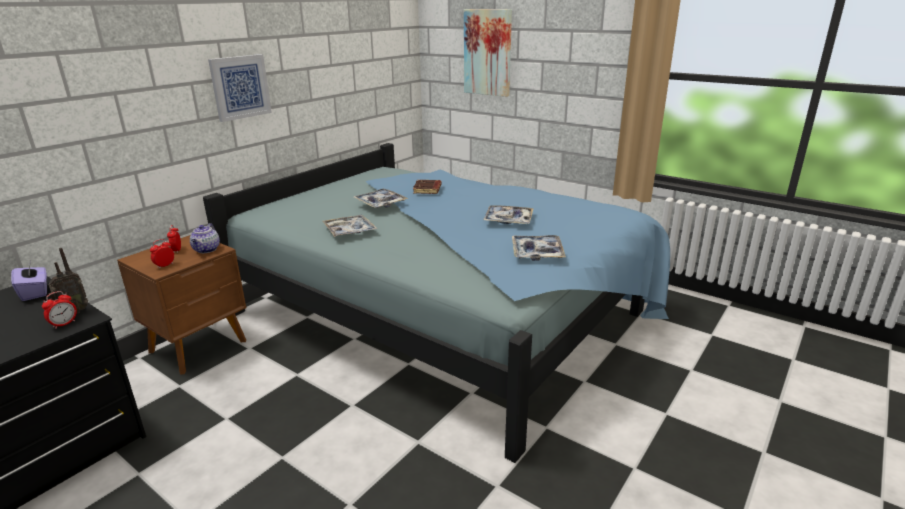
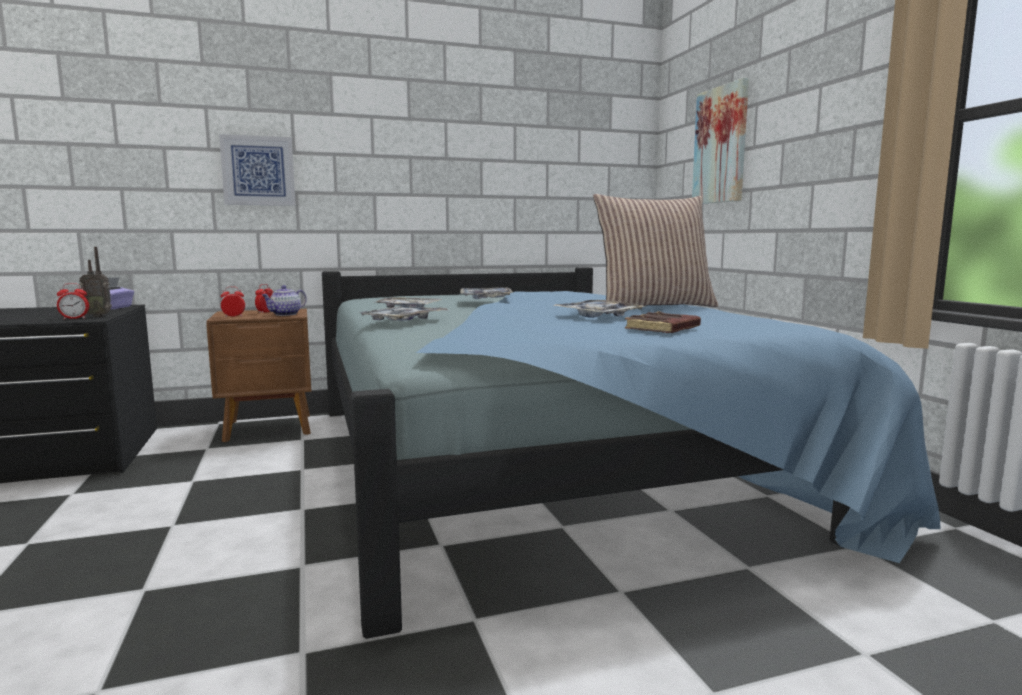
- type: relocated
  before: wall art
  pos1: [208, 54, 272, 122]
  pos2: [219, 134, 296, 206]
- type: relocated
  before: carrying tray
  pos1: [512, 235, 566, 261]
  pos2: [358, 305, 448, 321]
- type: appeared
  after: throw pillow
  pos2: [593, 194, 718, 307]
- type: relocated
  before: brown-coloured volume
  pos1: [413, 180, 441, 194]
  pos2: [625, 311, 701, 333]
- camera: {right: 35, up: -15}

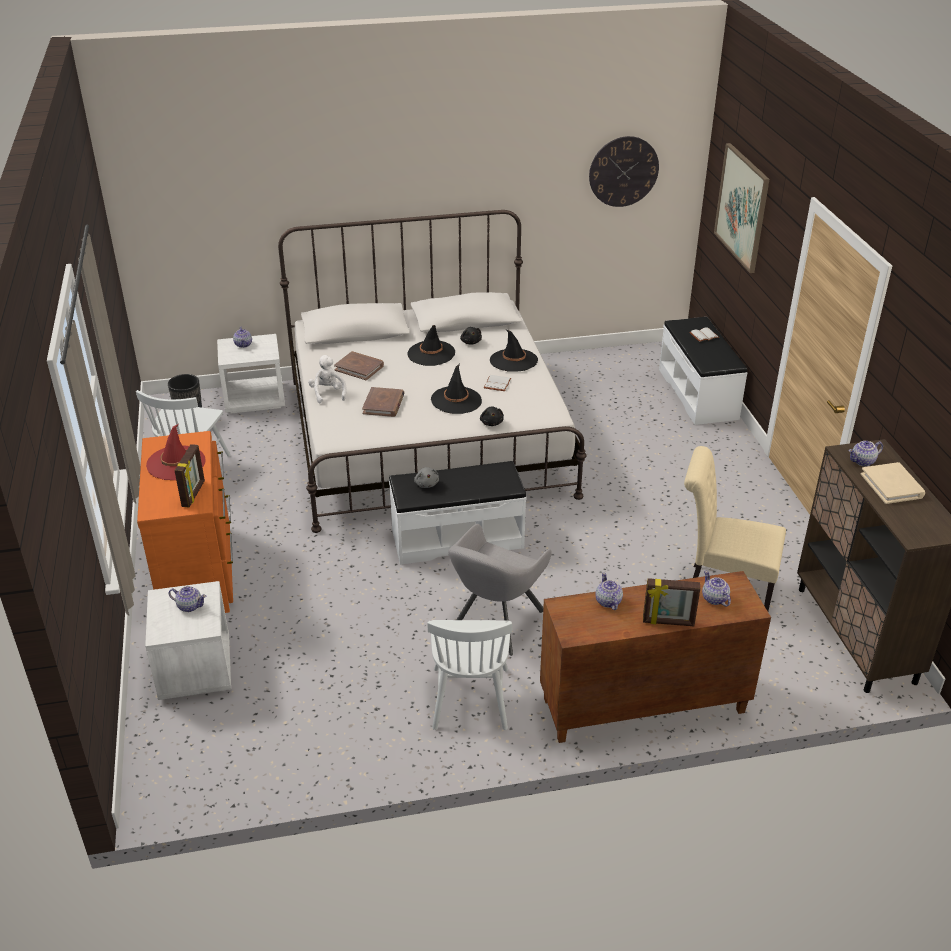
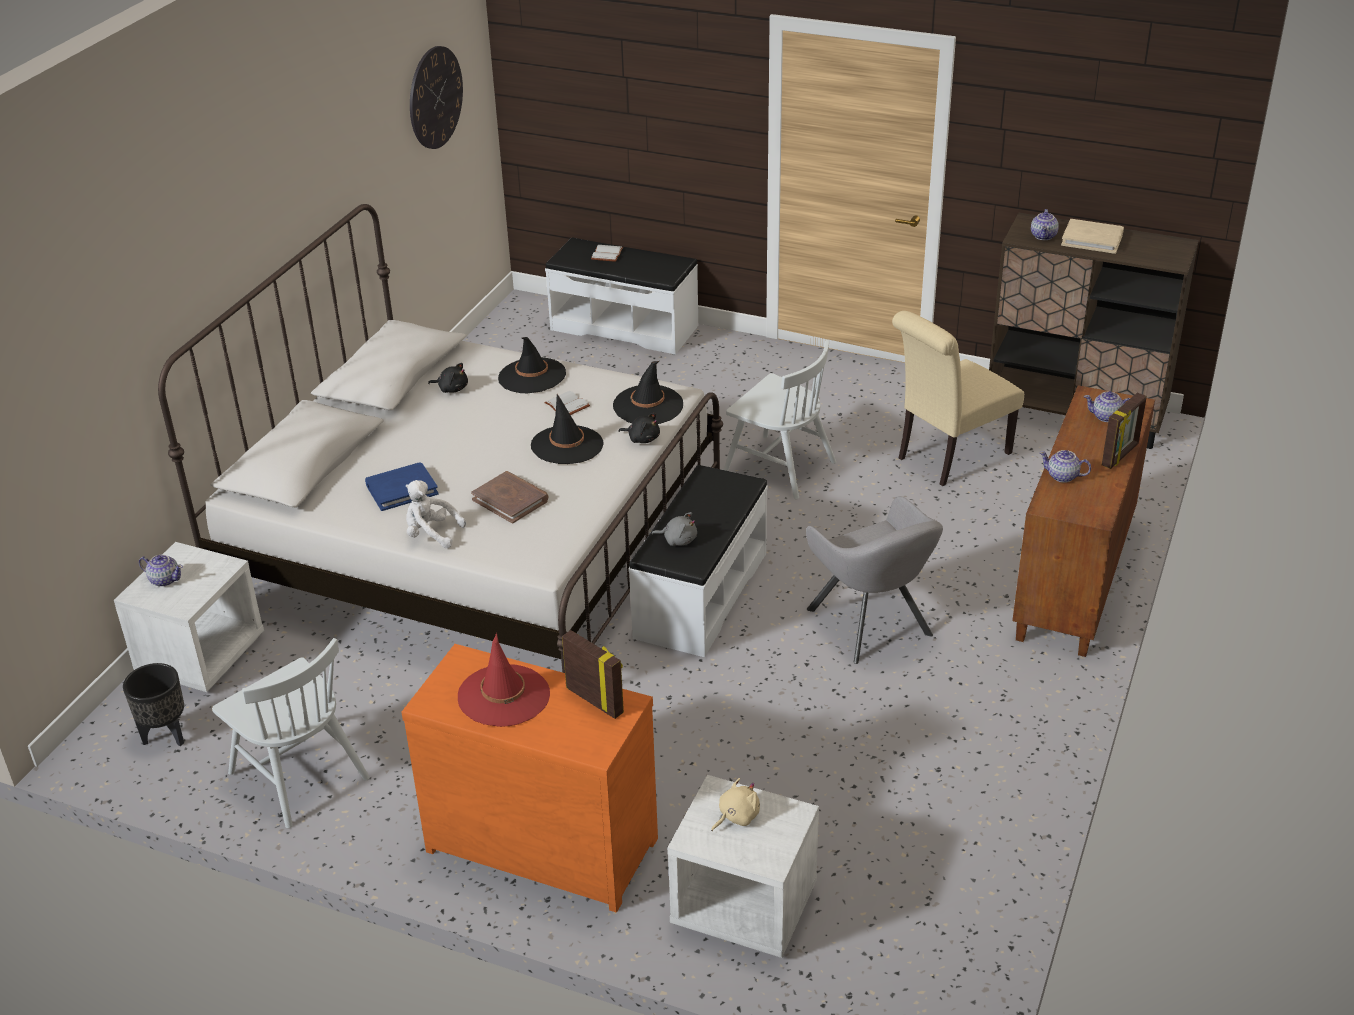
- type: colour
  before: brown-coloured volume
  after: blue volume
  pos1: [334, 351, 384, 380]
  pos2: [365, 462, 438, 511]
- type: relocated
  before: blackish wearable hat
  pos1: [407, 325, 455, 366]
  pos2: [613, 361, 683, 424]
- type: exchanged
  before: teapot
  after: beige soft toy
  pos1: [169, 586, 206, 612]
  pos2: [711, 778, 760, 831]
- type: relocated
  before: white plain chair
  pos1: [427, 620, 512, 730]
  pos2: [724, 339, 836, 499]
- type: missing
  before: wall art
  pos1: [714, 143, 769, 273]
- camera: {right: -55, up: 0}

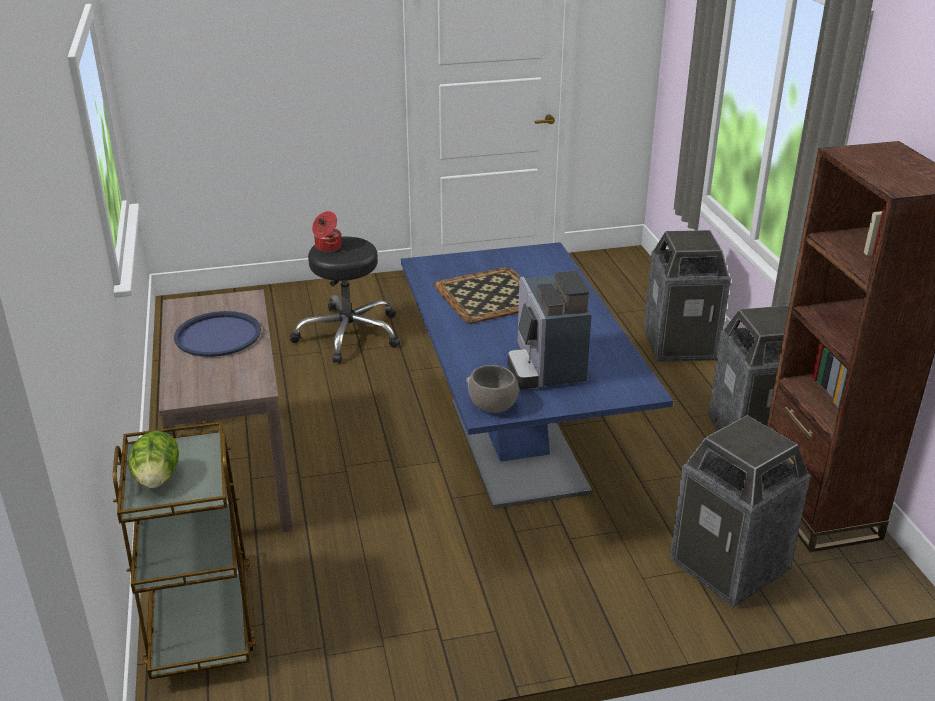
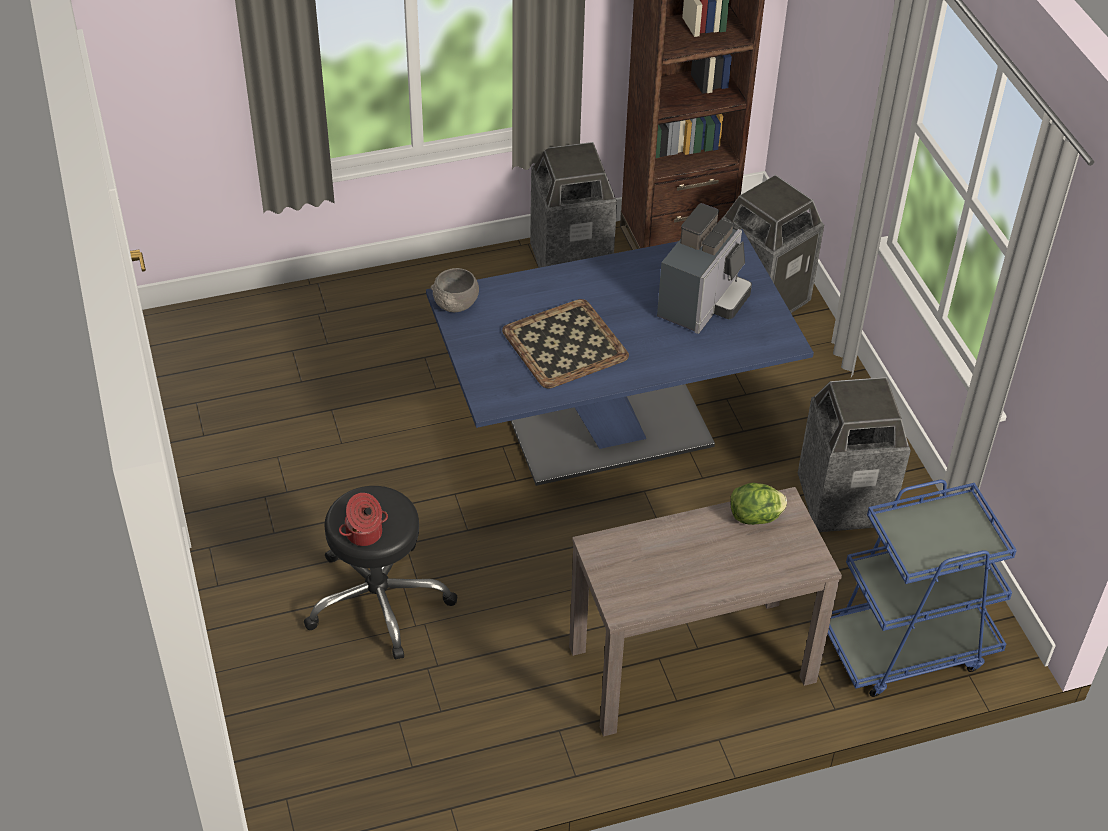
- type: relocated
  before: gray bowl
  pos1: [466, 365, 519, 413]
  pos2: [431, 268, 479, 313]
- type: spun
  before: coffee brewer
  pos1: [508, 271, 592, 389]
  pos2: [657, 203, 752, 334]
  turn: -45
- type: relocated
  before: head of lettuce
  pos1: [129, 431, 179, 489]
  pos2: [731, 483, 787, 525]
- type: relocated
  before: waste bin
  pos1: [644, 230, 731, 362]
  pos2: [798, 377, 911, 532]
- type: colour
  before: brown-coloured cart
  after: blue cart
  pos1: [113, 421, 256, 680]
  pos2: [828, 480, 1017, 697]
- type: missing
  before: blue carrying tray
  pos1: [174, 311, 261, 357]
- camera: {right: -95, up: 15}

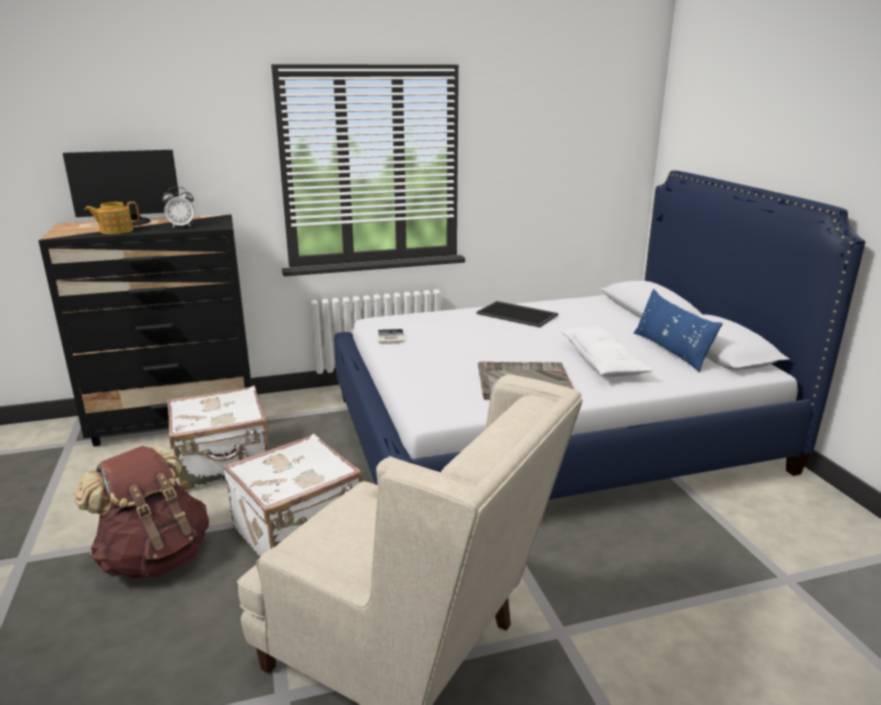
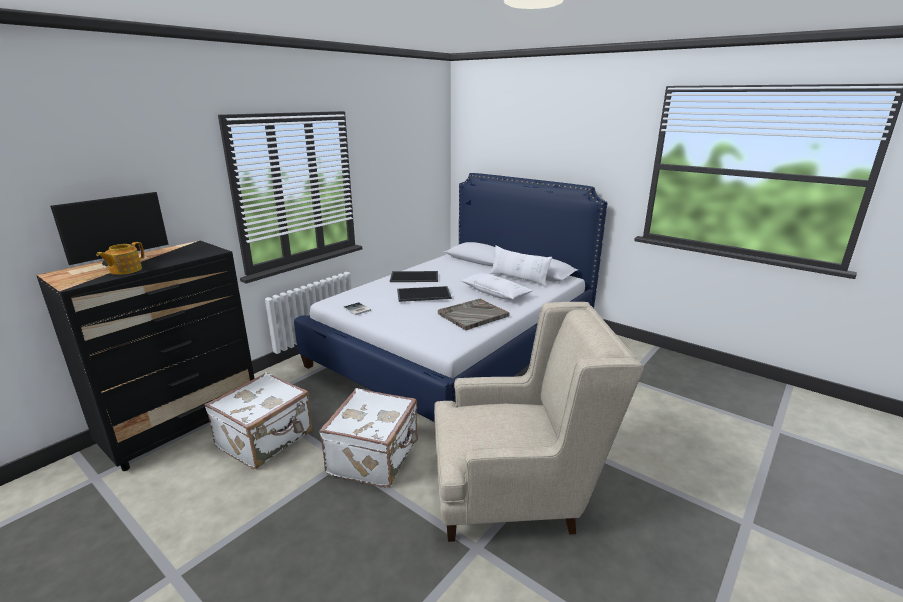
- type: appeared
  after: carrying tray
  pos2: [397, 286, 452, 302]
- type: colour
  before: blue throw pillow
  after: white throw pillow
  pos1: [634, 289, 723, 372]
  pos2: [489, 245, 552, 287]
- type: missing
  before: brown-coloured rucksack
  pos1: [74, 445, 209, 579]
- type: missing
  before: alarm clock
  pos1: [162, 187, 195, 228]
- camera: {right: -35, up: 0}

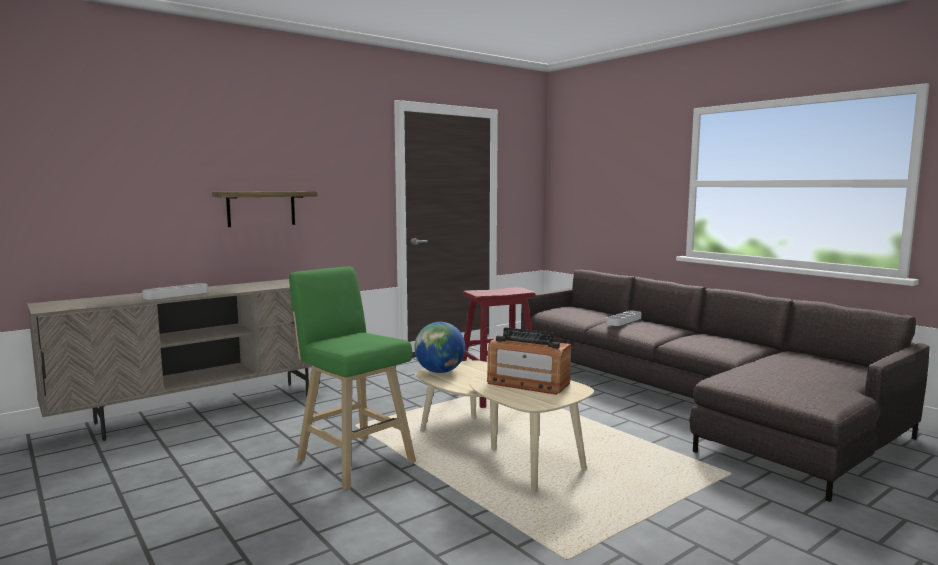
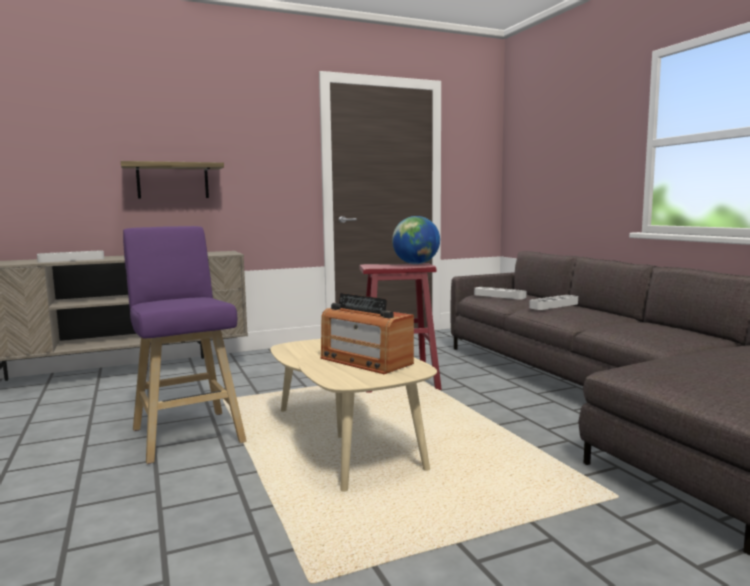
- type: colour
  before: green-coloured sitting stool
  after: purple sitting stool
  pos1: [289, 267, 416, 490]
  pos2: [123, 226, 247, 464]
- type: relocated
  before: world globe
  pos1: [414, 322, 465, 373]
  pos2: [392, 216, 440, 264]
- type: appeared
  after: gray carrying tray
  pos2: [474, 287, 526, 299]
- camera: {right: 15, up: 0}

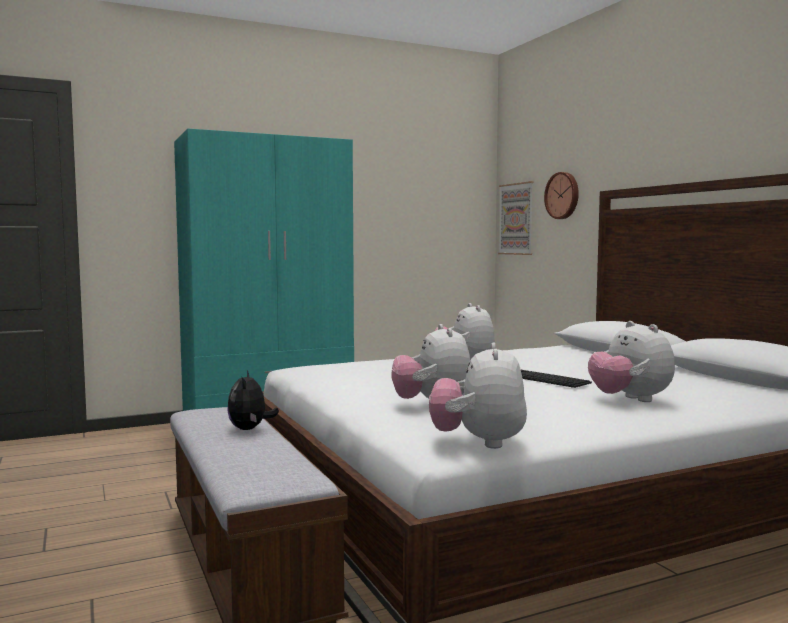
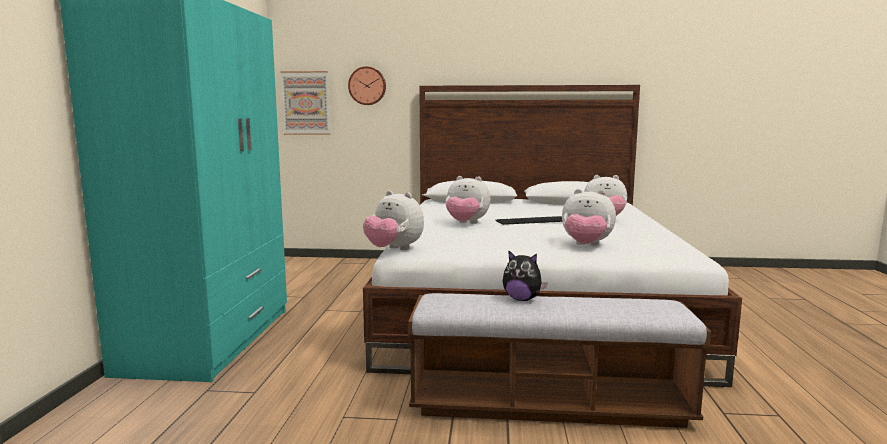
- type: relocated
  before: soft toy
  pos1: [429, 343, 527, 449]
  pos2: [363, 191, 424, 250]
- camera: {right: -60, up: 5}

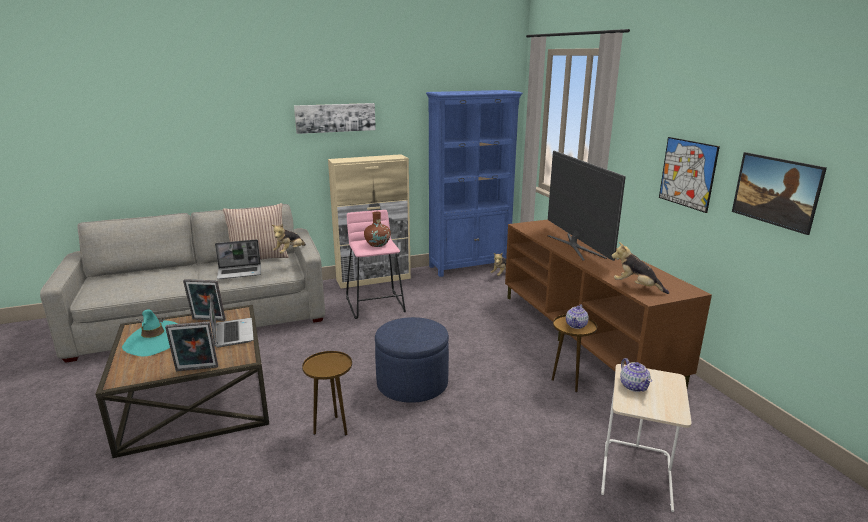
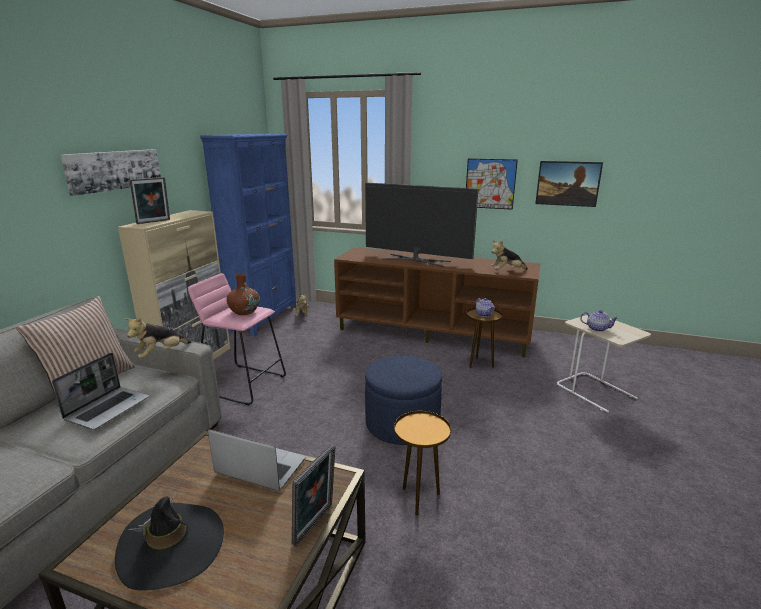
- type: colour
  before: blue-green wearable hat
  after: blackish wearable hat
  pos1: [122, 309, 178, 356]
  pos2: [115, 492, 224, 591]
- type: spun
  before: soft toy
  pos1: [272, 223, 306, 254]
  pos2: [125, 317, 192, 358]
  turn: 60
- type: relocated
  before: standing frame
  pos1: [183, 279, 226, 321]
  pos2: [129, 177, 170, 224]
- camera: {right: -50, up: 0}

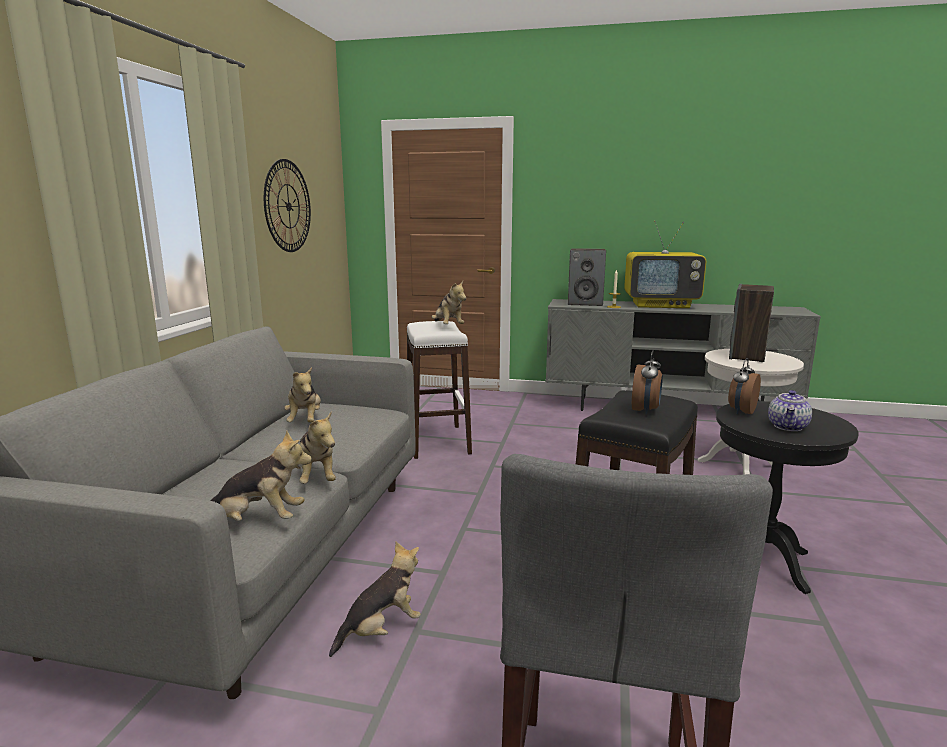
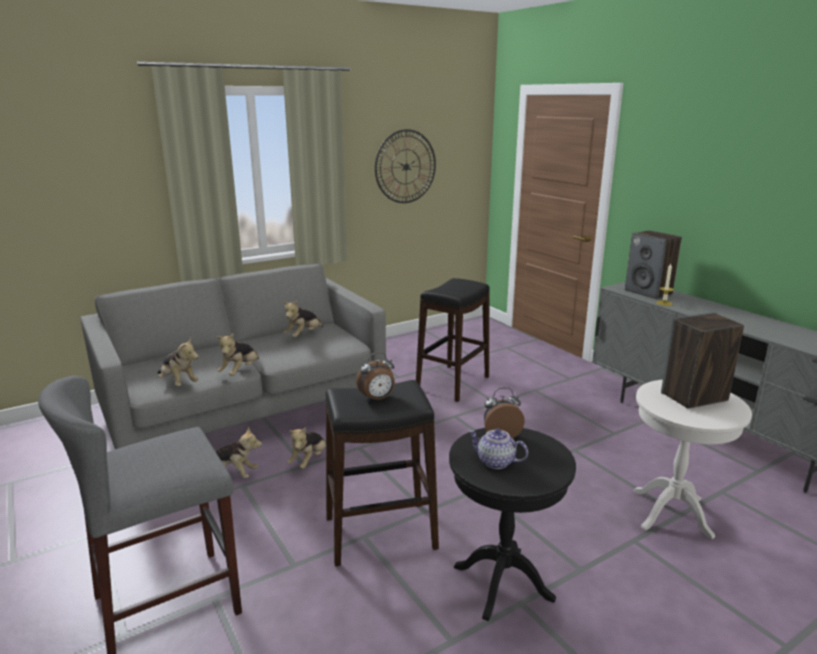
- type: relocated
  before: soft toy
  pos1: [432, 281, 466, 324]
  pos2: [287, 427, 326, 469]
- type: colour
  before: white sitting stool
  after: blackish sitting stool
  pos1: [407, 321, 472, 459]
  pos2: [416, 278, 490, 402]
- type: spun
  before: teapot
  pos1: [768, 390, 812, 431]
  pos2: [468, 429, 528, 469]
  turn: 45
- type: missing
  before: television
  pos1: [624, 221, 706, 308]
- camera: {right: 45, up: 5}

